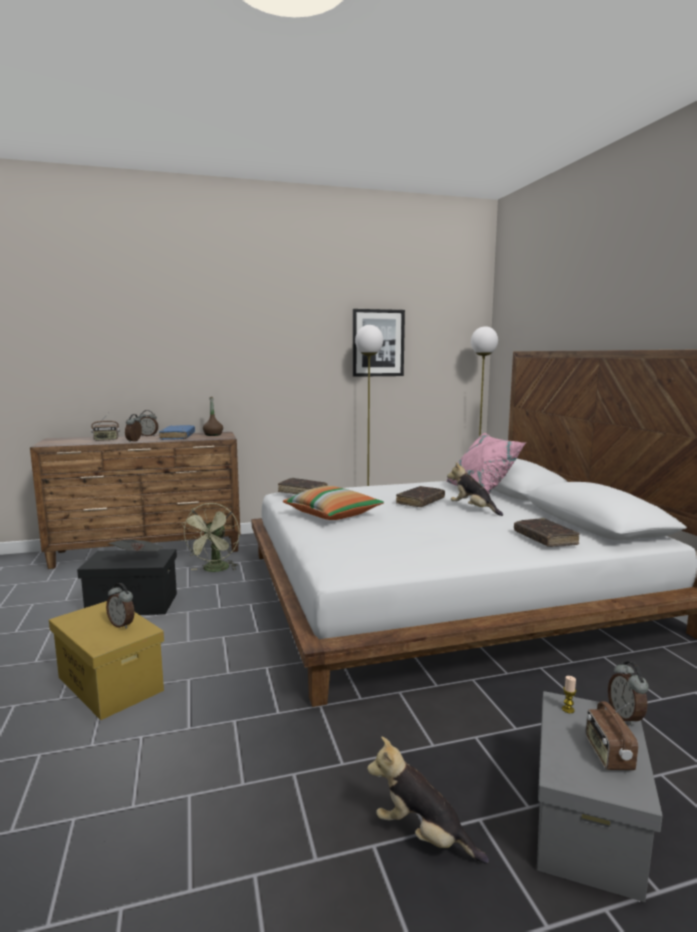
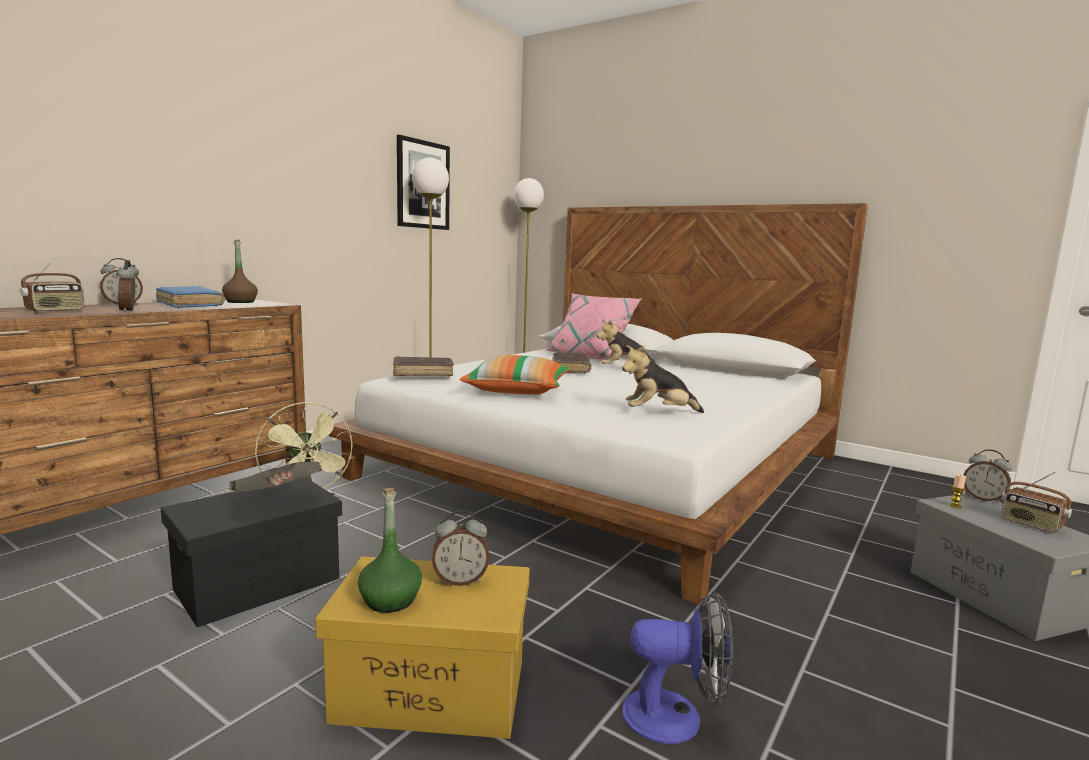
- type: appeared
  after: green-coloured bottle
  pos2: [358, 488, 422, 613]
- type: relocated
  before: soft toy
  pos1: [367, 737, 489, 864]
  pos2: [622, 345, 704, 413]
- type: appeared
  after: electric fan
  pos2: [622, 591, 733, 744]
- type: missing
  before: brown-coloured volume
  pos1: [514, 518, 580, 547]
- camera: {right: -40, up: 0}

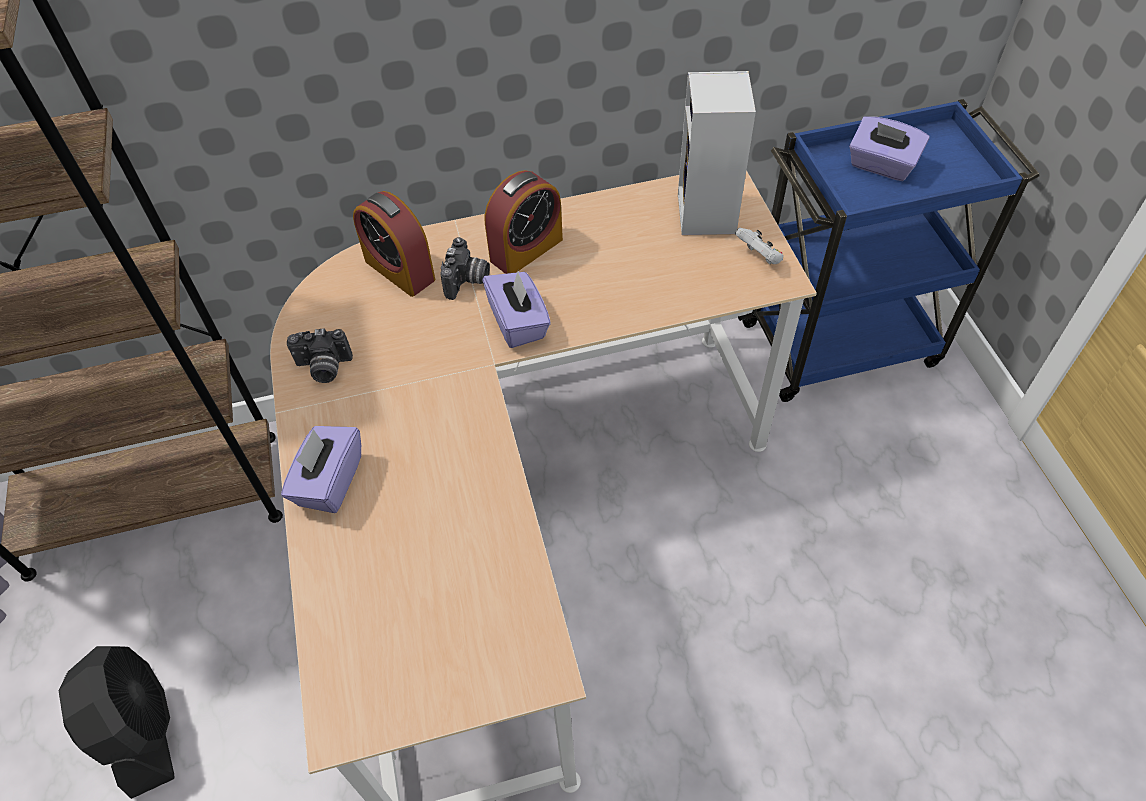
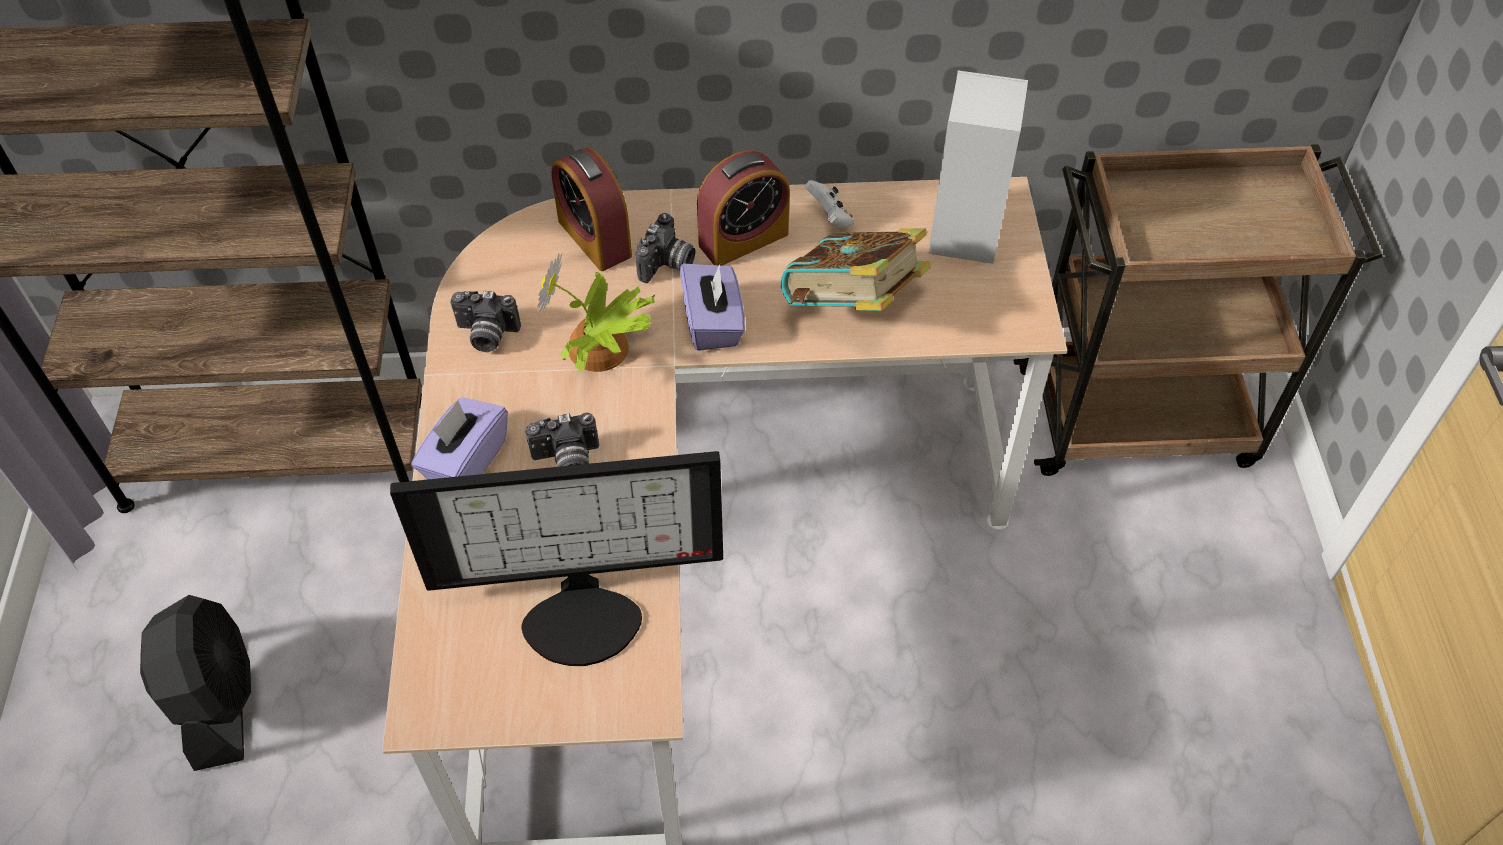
- type: appeared
  after: computer display
  pos2: [390, 451, 723, 666]
- type: appeared
  after: photo camera
  pos2: [526, 412, 599, 467]
- type: appeared
  after: houseplant
  pos2: [537, 253, 655, 372]
- type: appeared
  after: volume
  pos2: [781, 228, 931, 311]
- type: relocated
  before: white game controller
  pos1: [735, 228, 784, 264]
  pos2: [805, 180, 854, 228]
- type: colour
  before: blue cart
  after: brown-coloured cart
  pos1: [738, 99, 1040, 402]
  pos2: [1014, 144, 1383, 476]
- type: missing
  before: purple tissue box
  pos1: [849, 116, 930, 181]
- camera: {right: 10, up: 0}

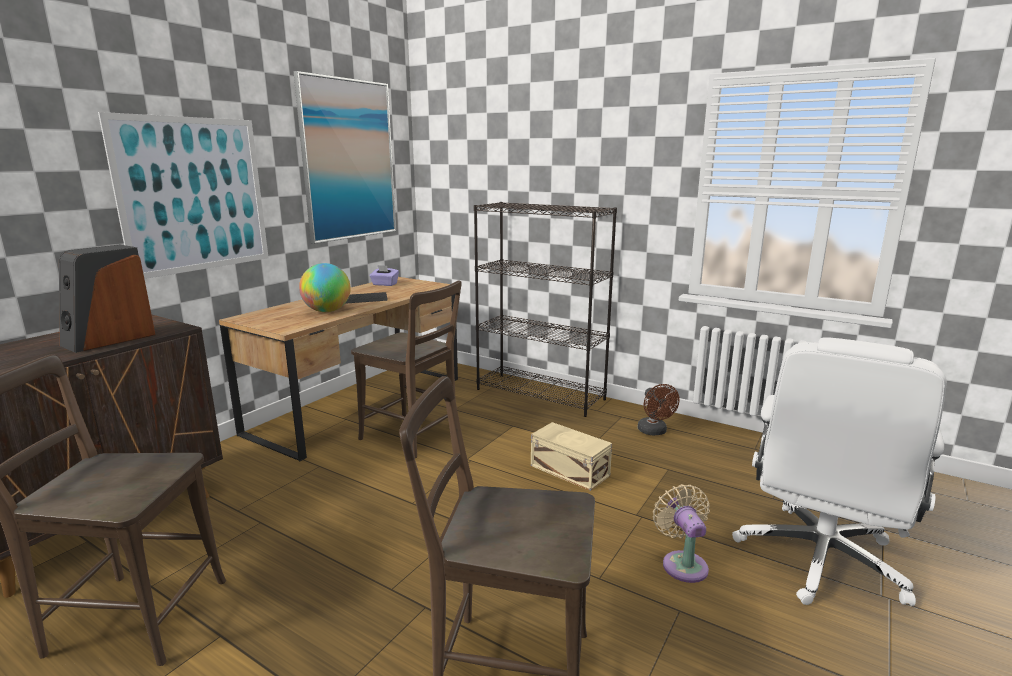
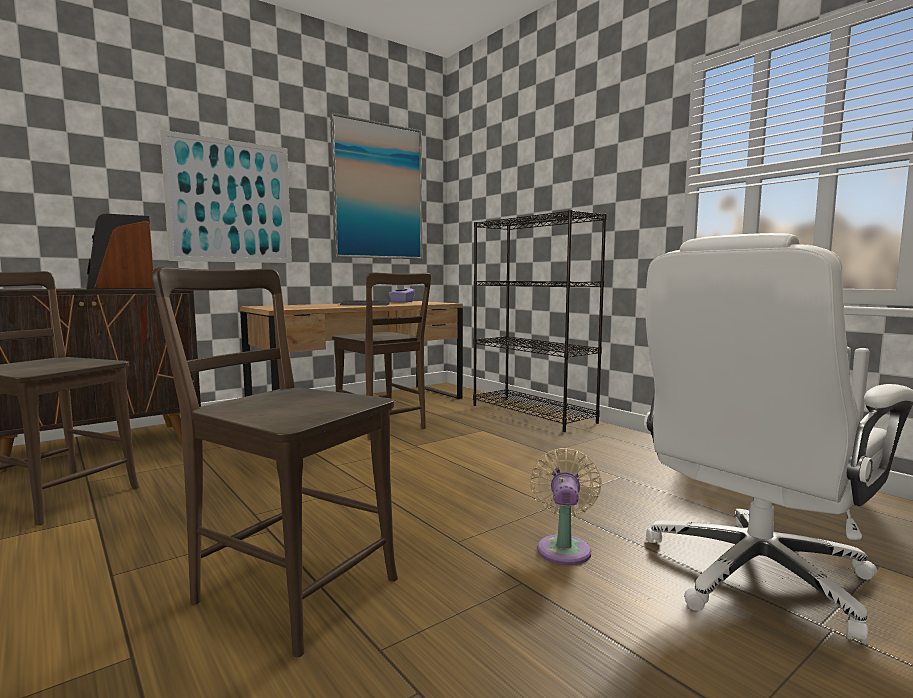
- type: missing
  before: world globe
  pos1: [299, 263, 351, 312]
- type: missing
  before: beige storage bin
  pos1: [531, 422, 612, 491]
- type: missing
  before: brown-coloured electric fan
  pos1: [638, 384, 679, 436]
- camera: {right: 20, up: -10}

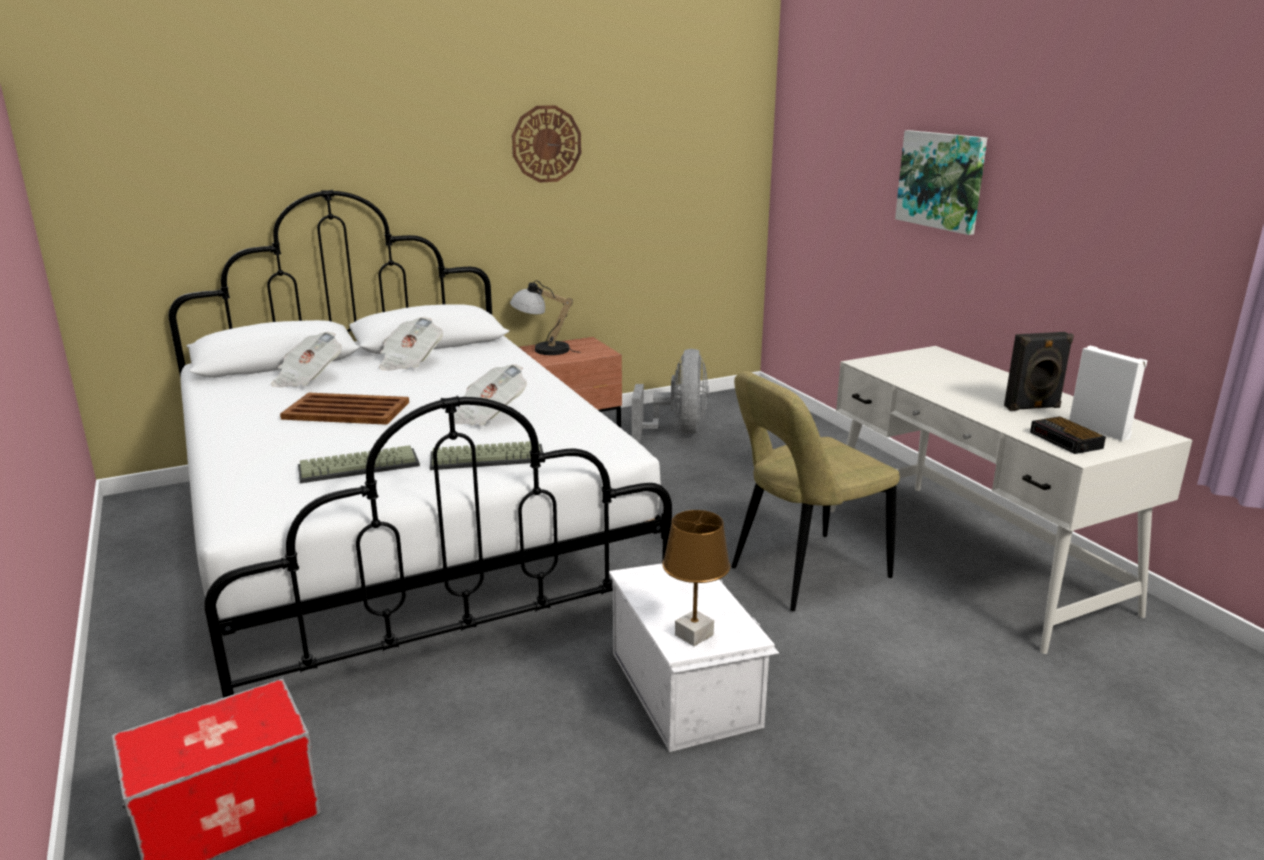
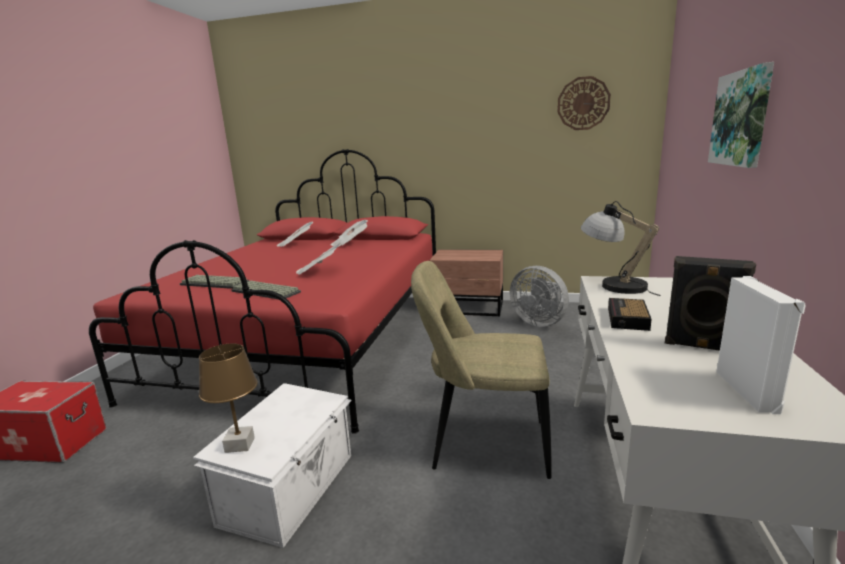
- type: colour
  before: white bed
  after: red-coloured bed
  pos1: [169, 190, 672, 698]
  pos2: [89, 149, 436, 434]
- type: spun
  before: gray electric fan
  pos1: [632, 349, 709, 441]
  pos2: [510, 266, 569, 327]
  turn: 90
- type: relocated
  before: wall clock
  pos1: [512, 105, 581, 183]
  pos2: [557, 76, 611, 130]
- type: relocated
  before: lamp for a table
  pos1: [510, 280, 581, 355]
  pos2: [581, 201, 661, 296]
- type: relocated
  before: alarm clock
  pos1: [1030, 416, 1106, 454]
  pos2: [608, 298, 652, 331]
- type: missing
  before: brown-coloured carrying tray
  pos1: [280, 393, 409, 425]
- camera: {right: 40, up: -5}

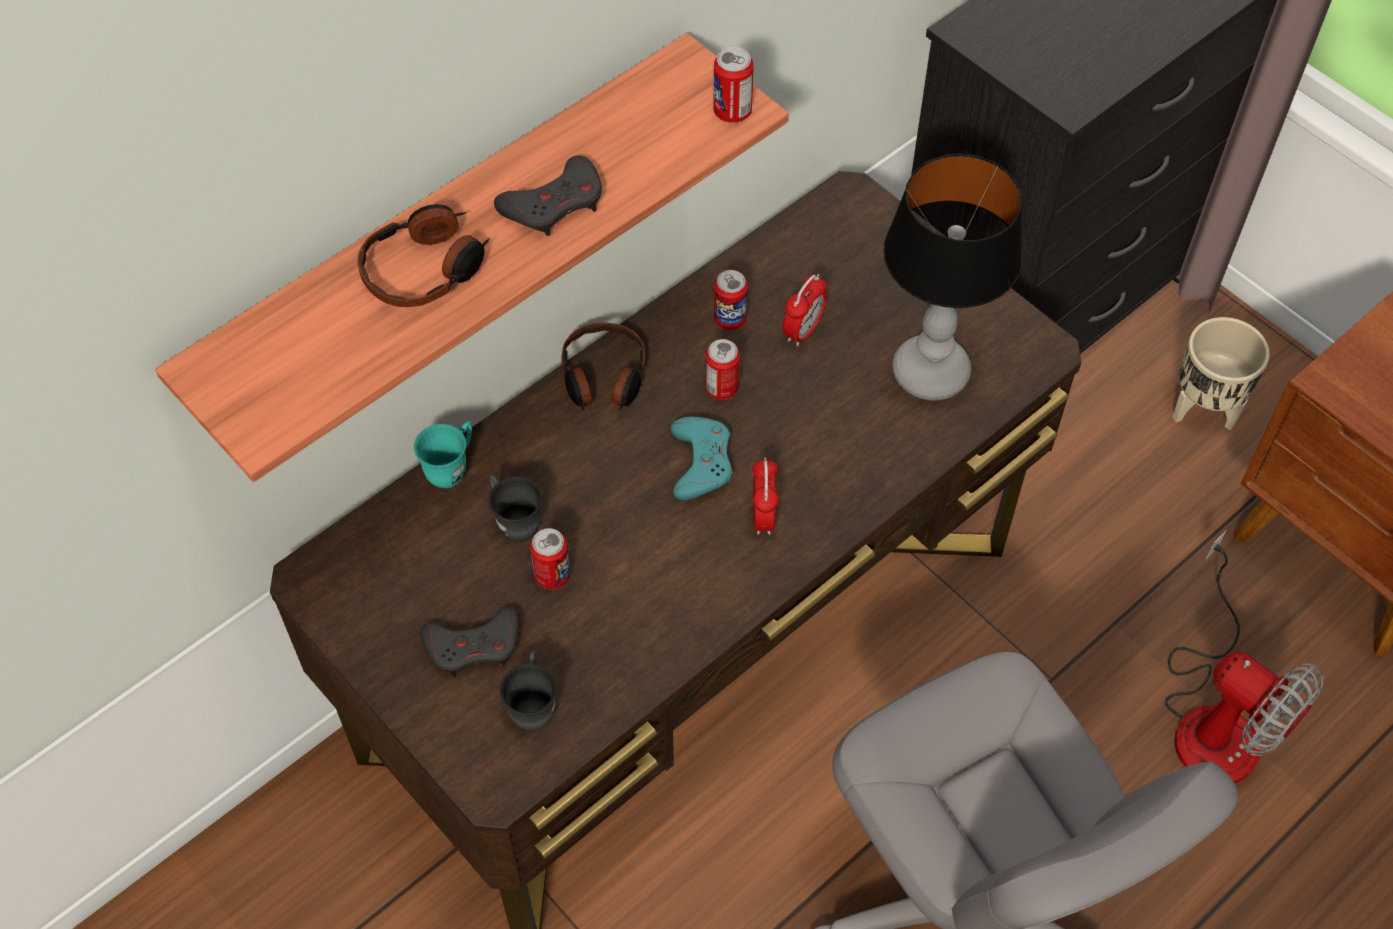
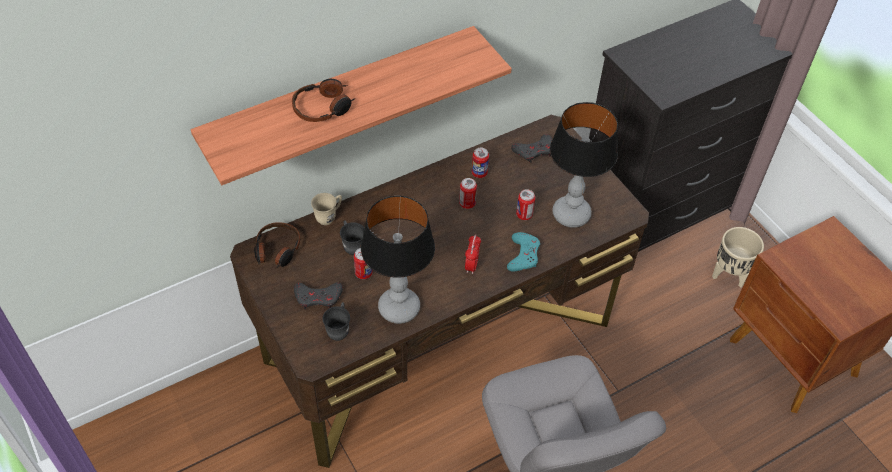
- type: relocated
  before: headphones
  pos1: [561, 323, 645, 411]
  pos2: [254, 222, 300, 268]
- type: colour
  before: blue-green mug
  after: beige mug
  pos1: [414, 421, 472, 488]
  pos2: [311, 193, 342, 225]
- type: appeared
  after: lamp for a table
  pos2: [361, 195, 435, 324]
- type: relocated
  before: blue-green game controller
  pos1: [671, 417, 732, 500]
  pos2: [507, 232, 540, 272]
- type: relocated
  before: gray game controller
  pos1: [494, 155, 602, 236]
  pos2: [511, 134, 552, 163]
- type: relocated
  before: can
  pos1: [713, 47, 754, 123]
  pos2: [516, 189, 535, 220]
- type: missing
  before: alarm clock
  pos1: [782, 274, 827, 347]
- type: missing
  before: electric fan
  pos1: [1165, 530, 1323, 783]
- camera: {right: 10, up: -5}

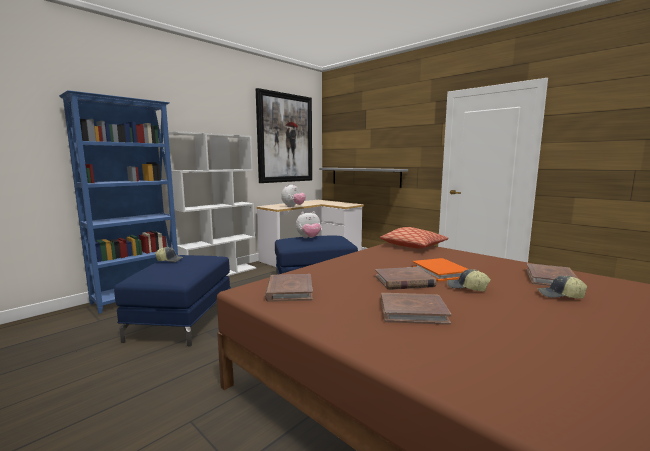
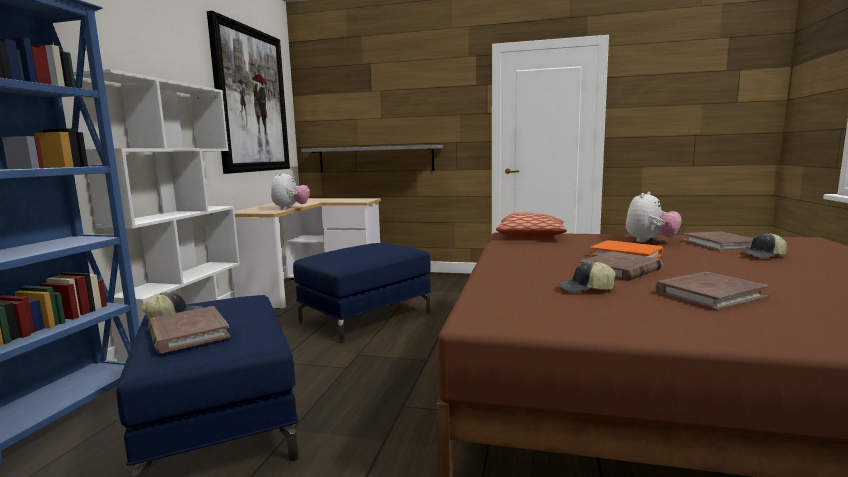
- type: relocated
  before: brown-coloured volume
  pos1: [265, 274, 313, 302]
  pos2: [148, 306, 230, 354]
- type: relocated
  before: peaked cap
  pos1: [447, 269, 491, 291]
  pos2: [557, 261, 616, 293]
- type: relocated
  before: soft toy
  pos1: [296, 211, 321, 238]
  pos2: [626, 191, 682, 242]
- camera: {right: -30, up: 0}

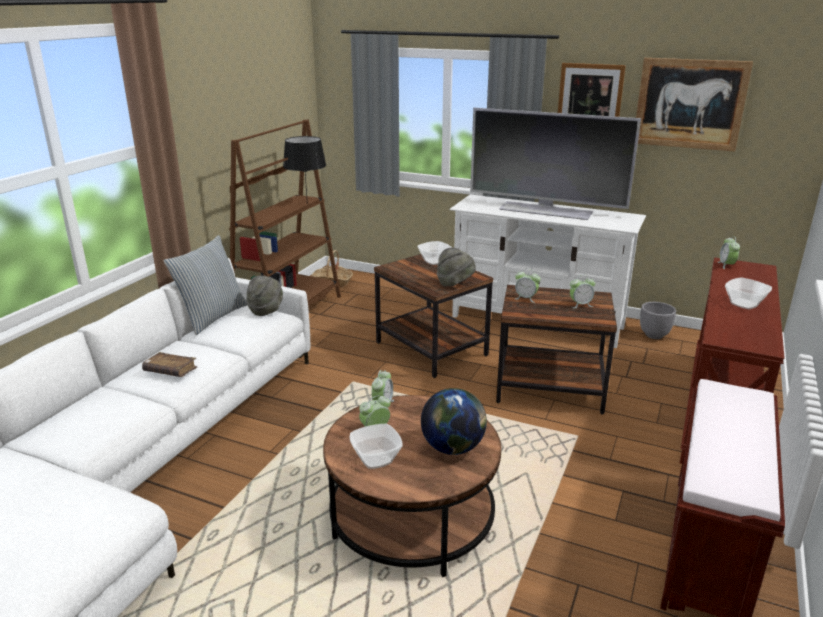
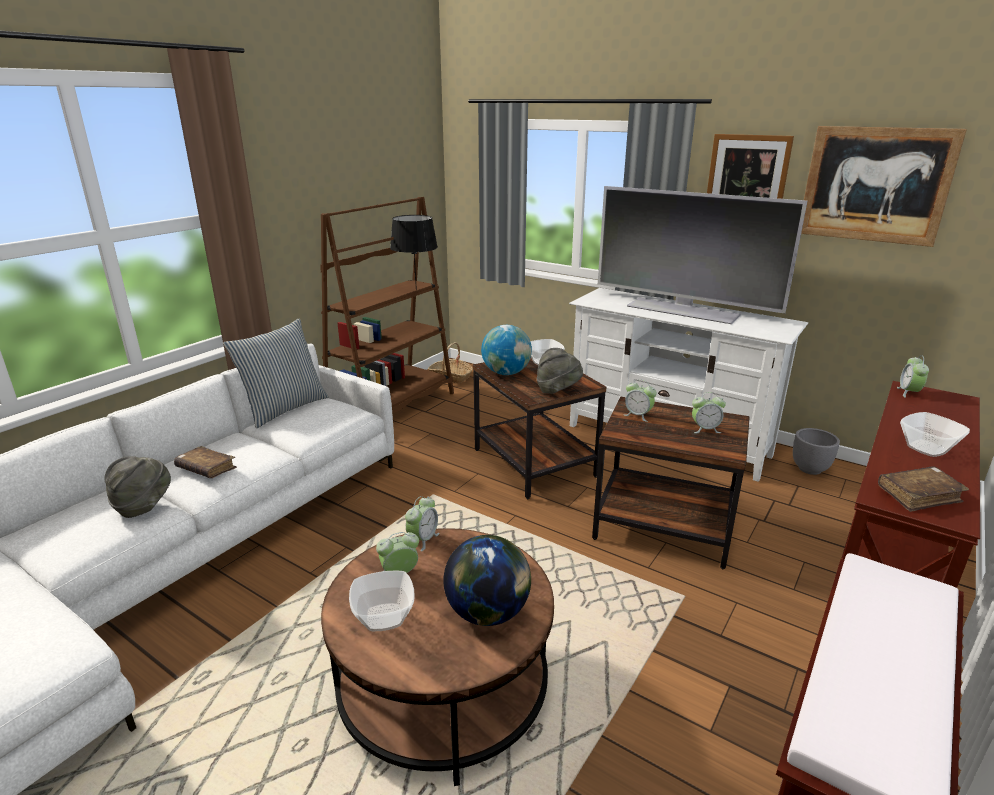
- type: relocated
  before: gray wearable hat
  pos1: [246, 276, 283, 316]
  pos2: [104, 456, 171, 518]
- type: appeared
  after: world globe
  pos2: [481, 325, 532, 375]
- type: appeared
  after: brown-coloured volume
  pos2: [878, 466, 969, 512]
- camera: {right: 10, up: 0}

